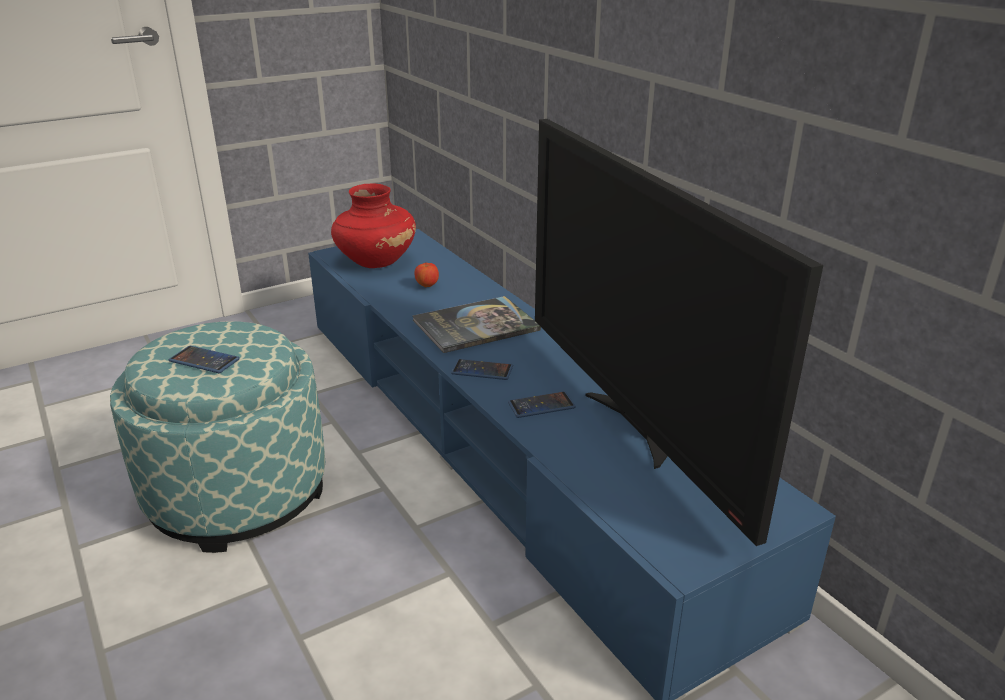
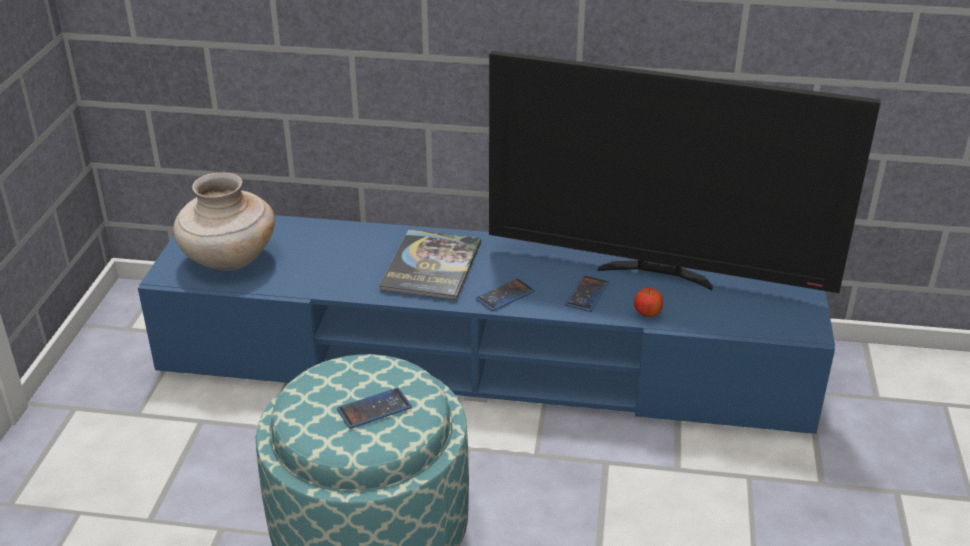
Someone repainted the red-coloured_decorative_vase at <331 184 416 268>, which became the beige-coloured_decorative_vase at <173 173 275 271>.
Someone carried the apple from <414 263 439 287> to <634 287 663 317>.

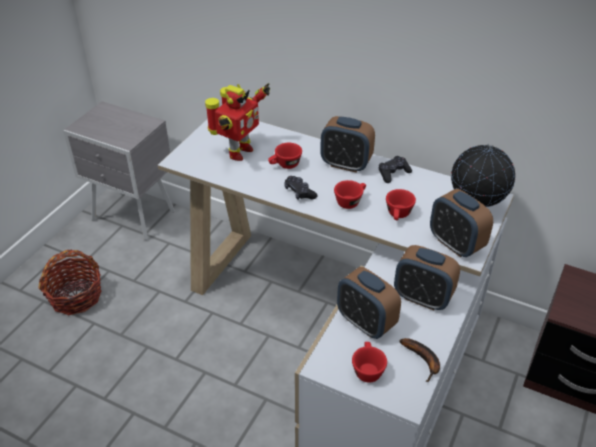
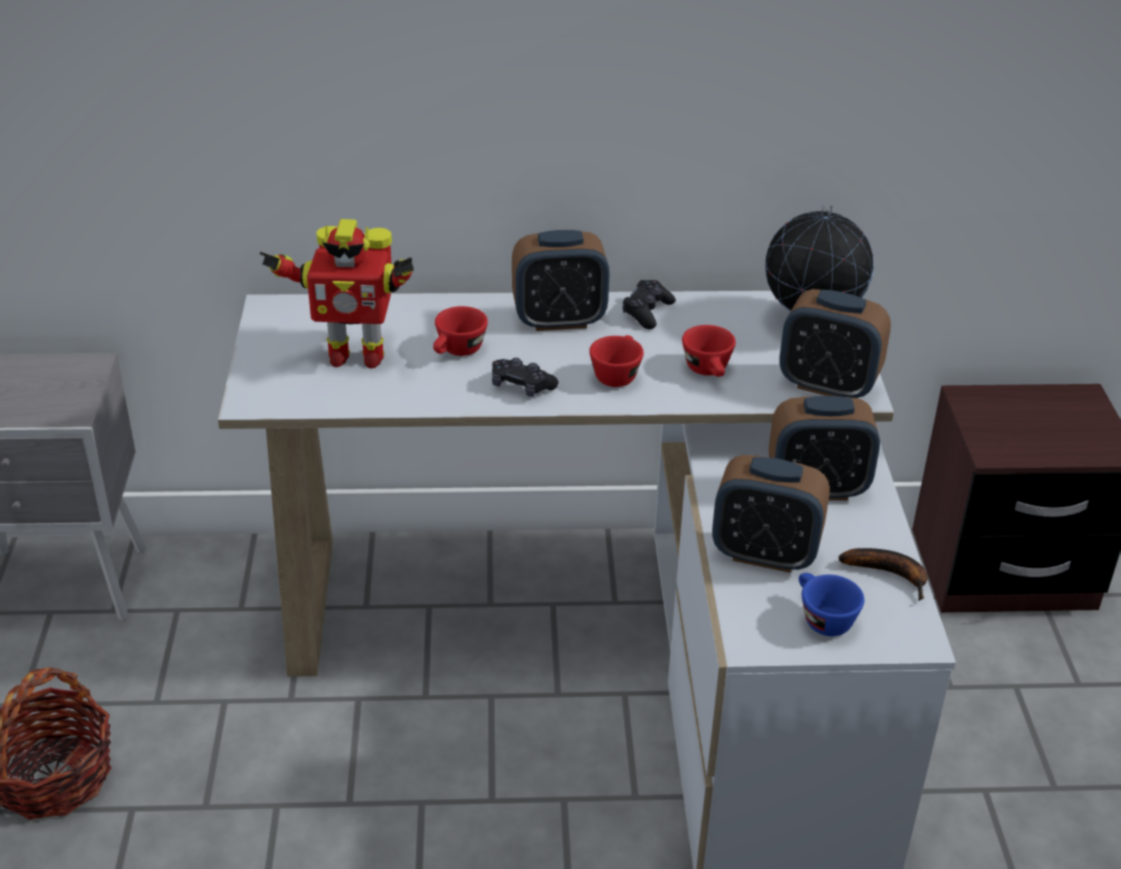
Someone rotated the robot_figure at <205 83 270 161> by 90 degrees clockwise.
Someone repainted the red-coloured_drinking_cup at <352 342 387 383>, which became the bluish_drinking_cup at <799 573 864 636>.

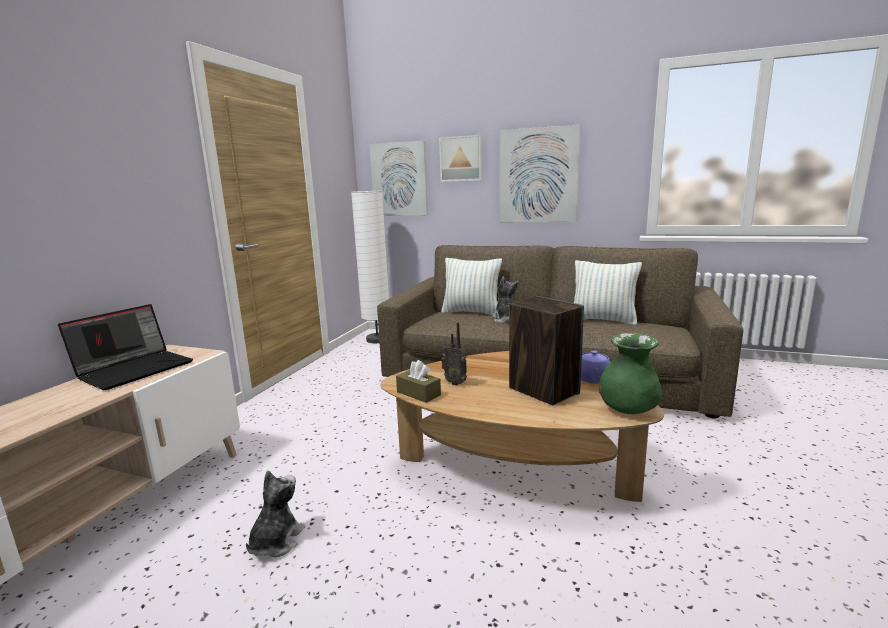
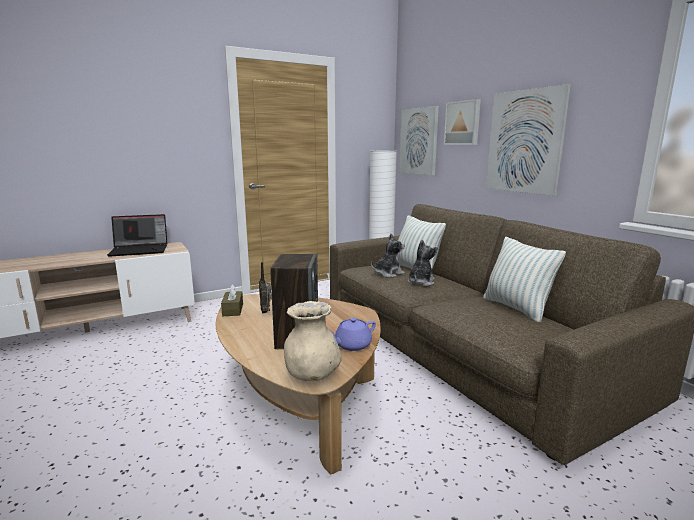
Someone repainted the green_decorative_vase at <599 333 662 414>, which became the beige-coloured_decorative_vase at <284 301 342 381>.
Someone carried the soft_toy from <246 470 305 558> to <371 234 405 278>.

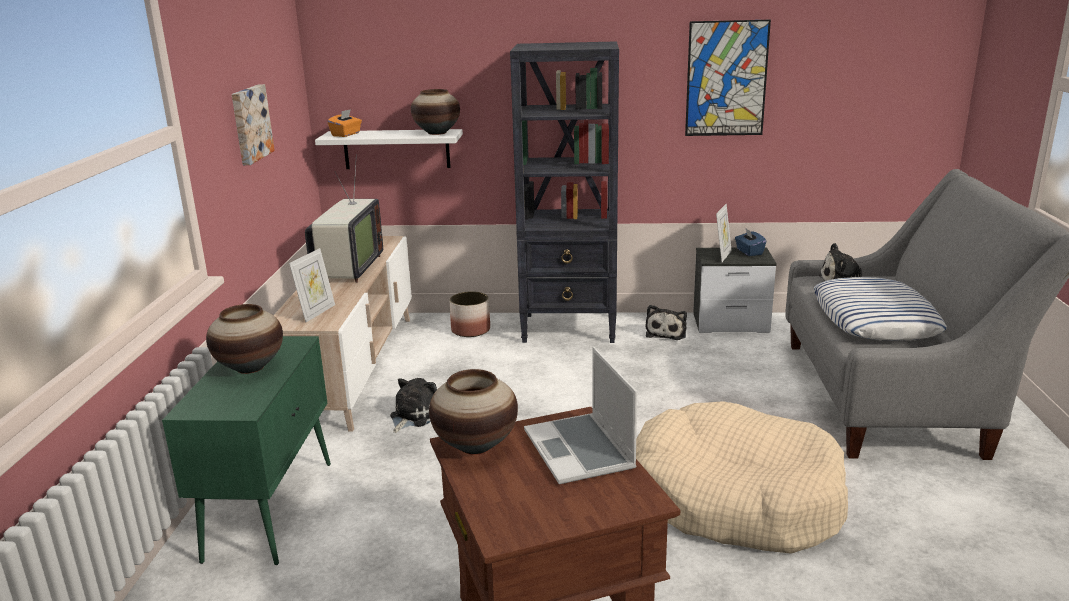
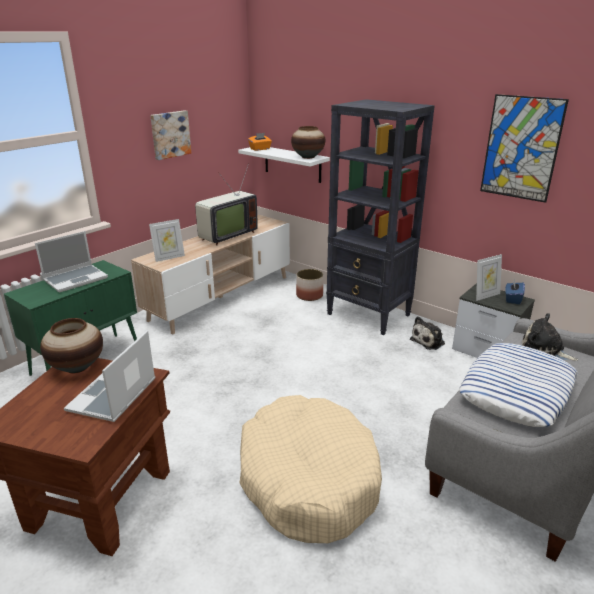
Someone swapped the decorative_vase at <206 304 283 374> for the portable_computer at <35 231 108 292>.
Someone took away the soft_toy at <390 378 437 433>.

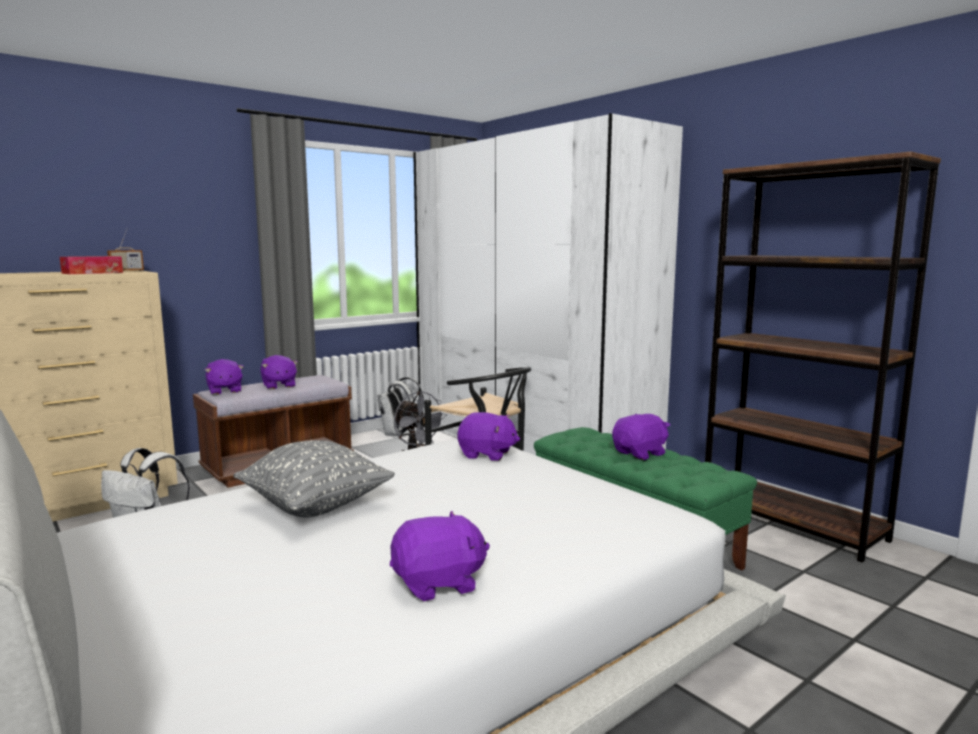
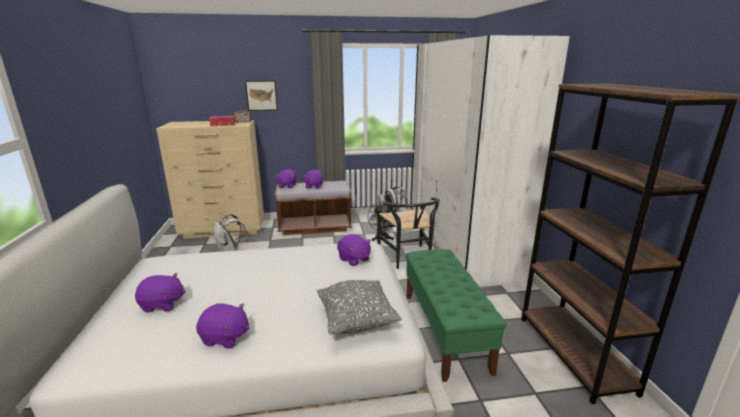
Someone carried the purple_soft_toy from <612 414 670 460> to <135 273 186 313>.
Someone put up the wall_art at <245 80 278 111>.
Someone carried the gray_cushion from <233 440 395 517> to <317 280 401 335>.

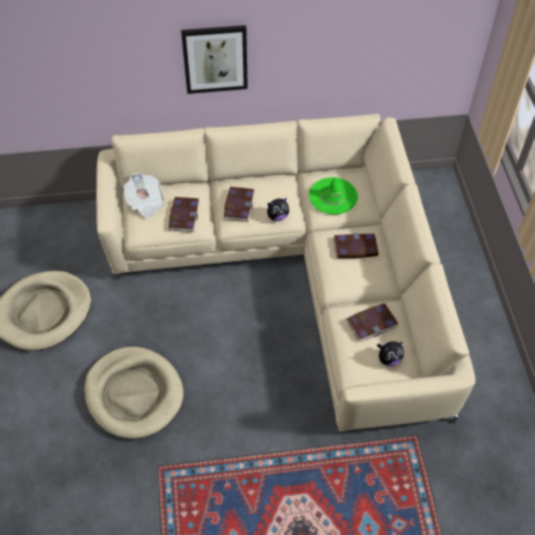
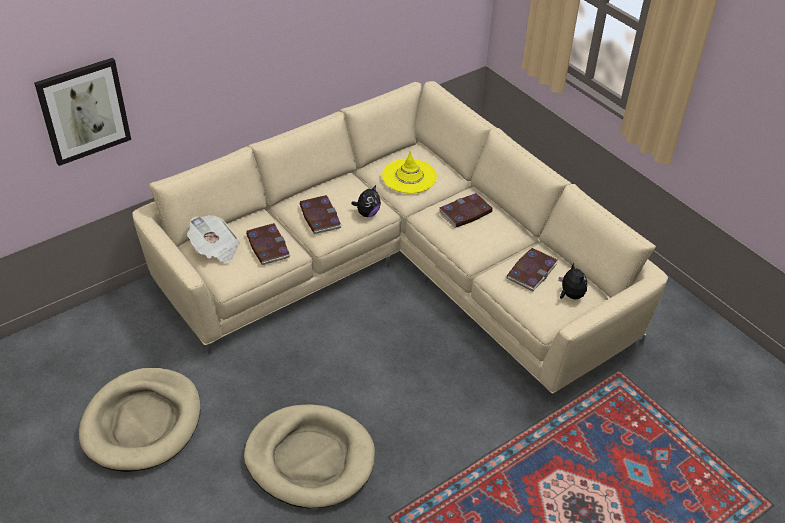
Someone carried the wall_art from <181 25 248 94> to <34 58 131 166>.
Someone repainted the green_hat at <309 177 358 214>, which became the yellow_hat at <382 151 437 193>.
Someone rotated the soft_toy at <377 341 404 366> by 60 degrees counterclockwise.

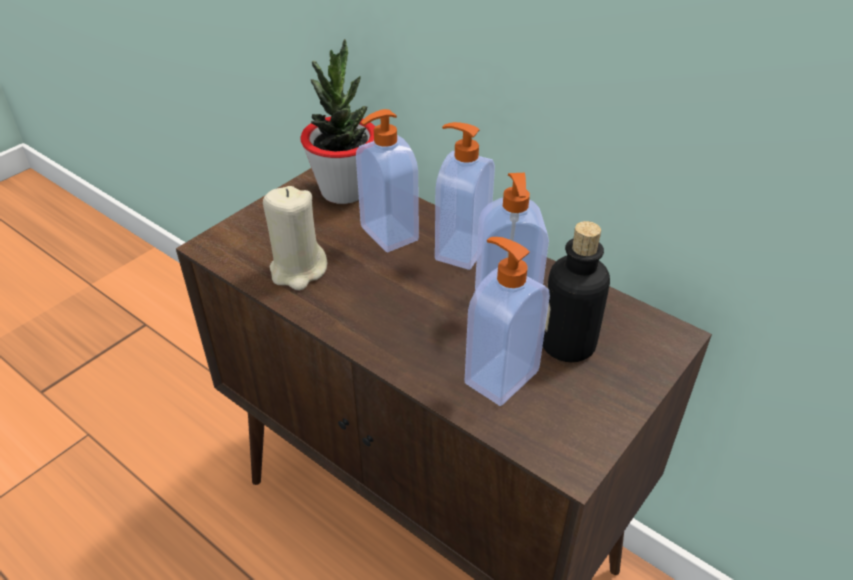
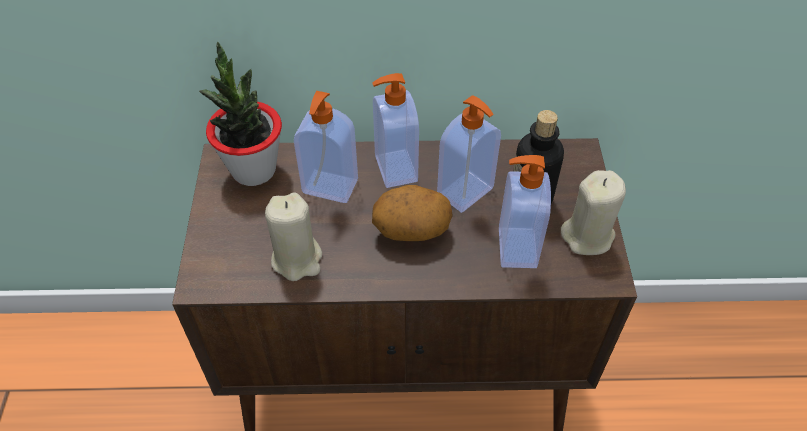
Someone put down the spud at <372 185 453 241>.
Someone put down the beige-coloured_wax_light at <561 170 626 255>.

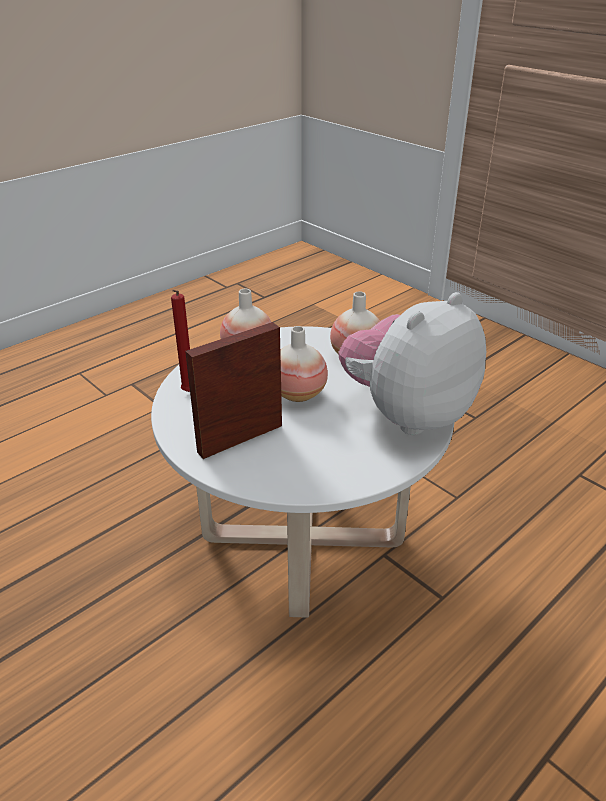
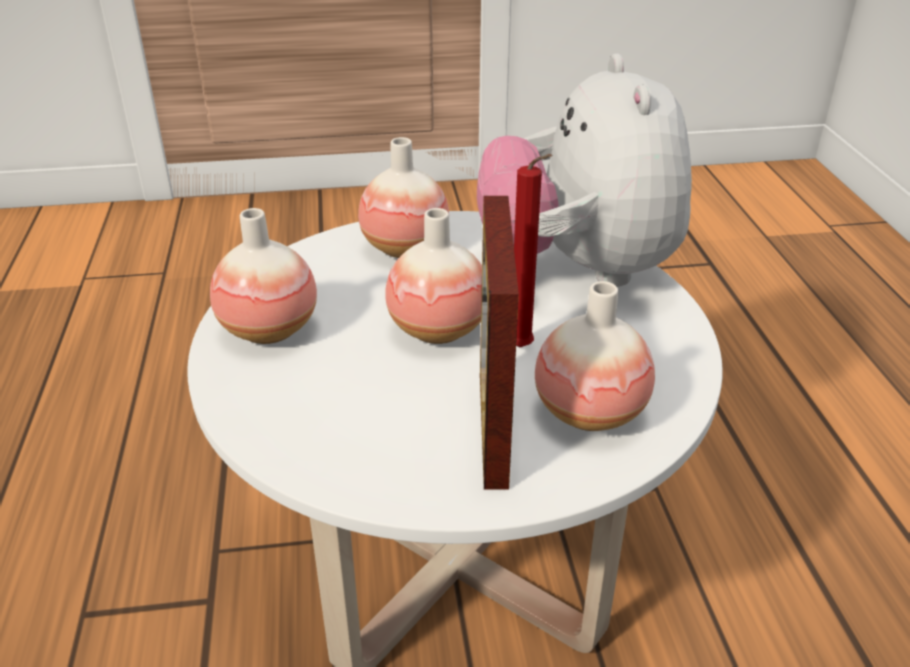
Someone carried the red-coloured_wax_light from <171 290 190 392> to <514 154 552 348>.
Someone put down the decorative_vase at <535 281 655 431>.

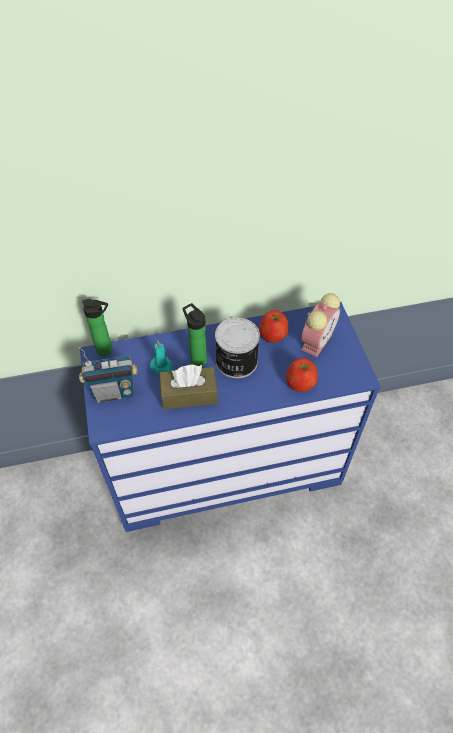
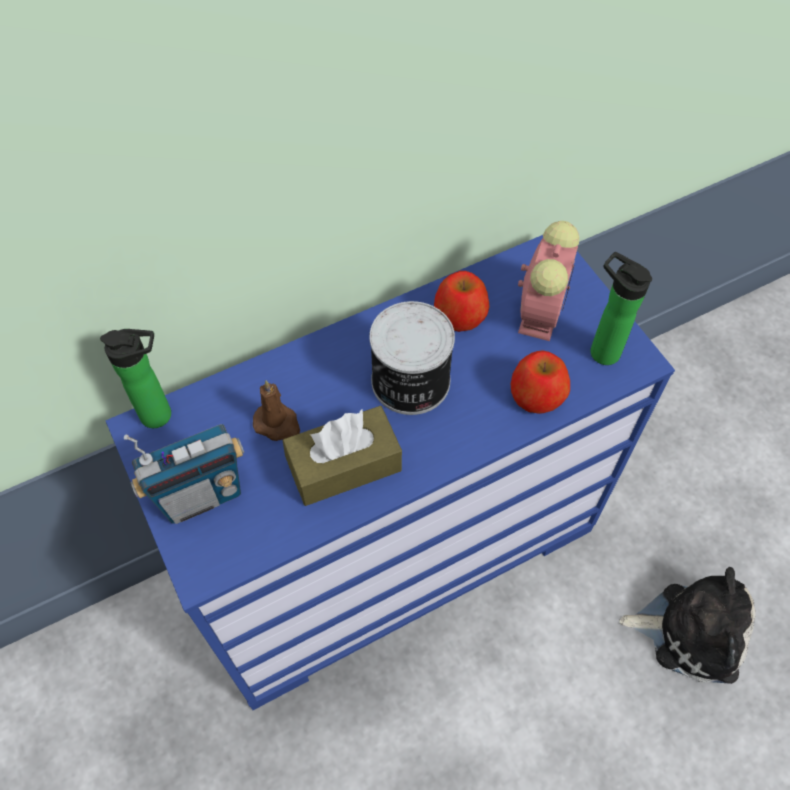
Someone repainted the turquoise_wax_light at <150 341 173 375>, which became the brown-coloured_wax_light at <253 380 300 441>.
Someone carried the drink_bottle from <182 303 207 366> to <591 252 652 365>.
Someone put down the soft_toy at <619 567 756 684>.

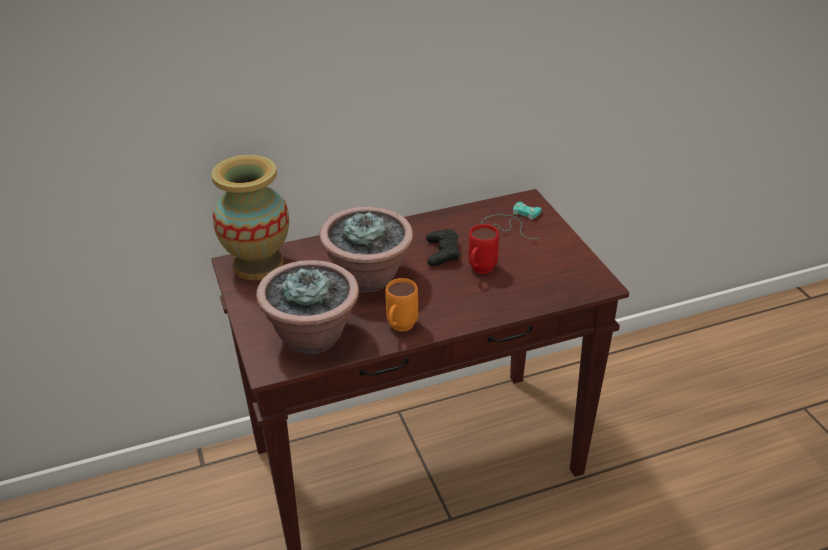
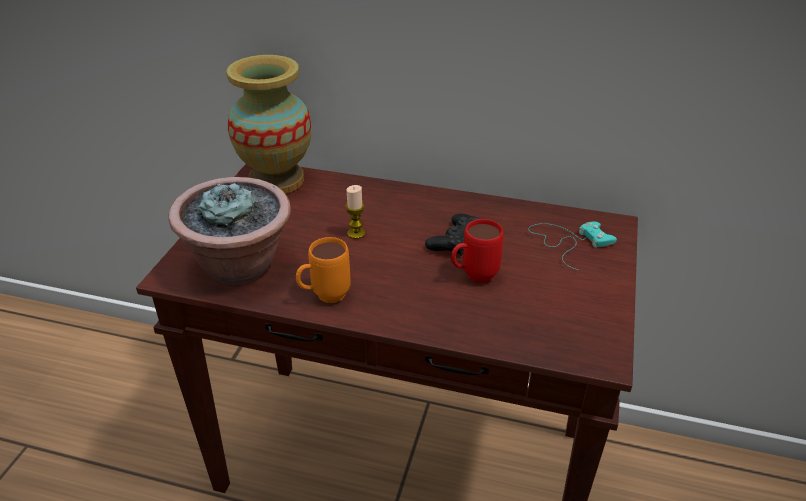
Someone swapped the potted_plant at <319 207 413 292> for the wax_light at <345 185 365 239>.

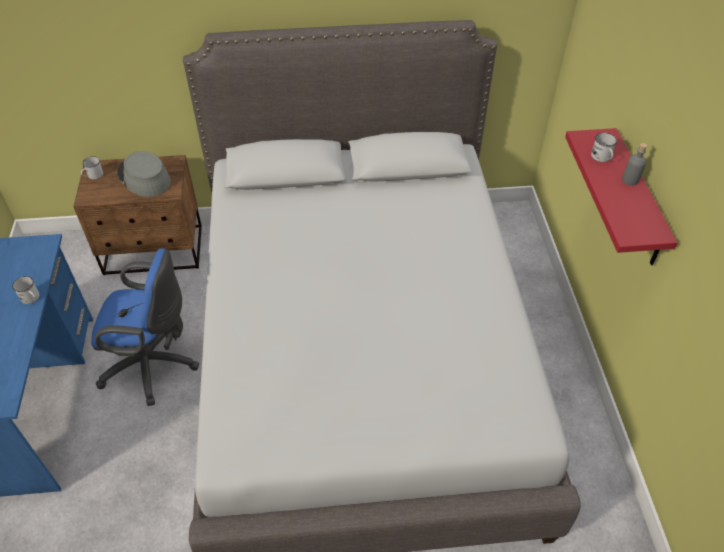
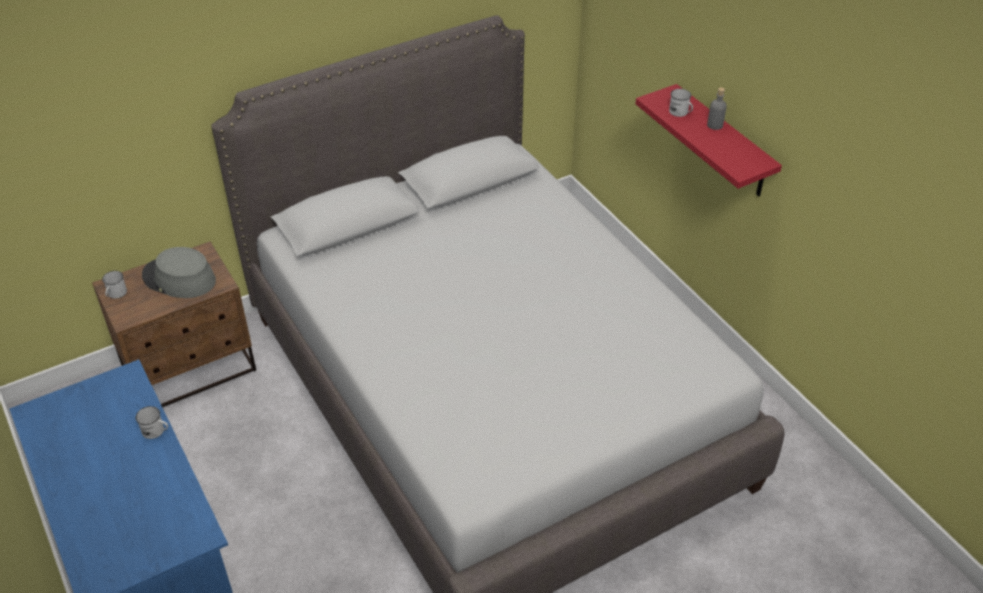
Someone took away the bluish_desk_chair at <91 248 199 406>.

